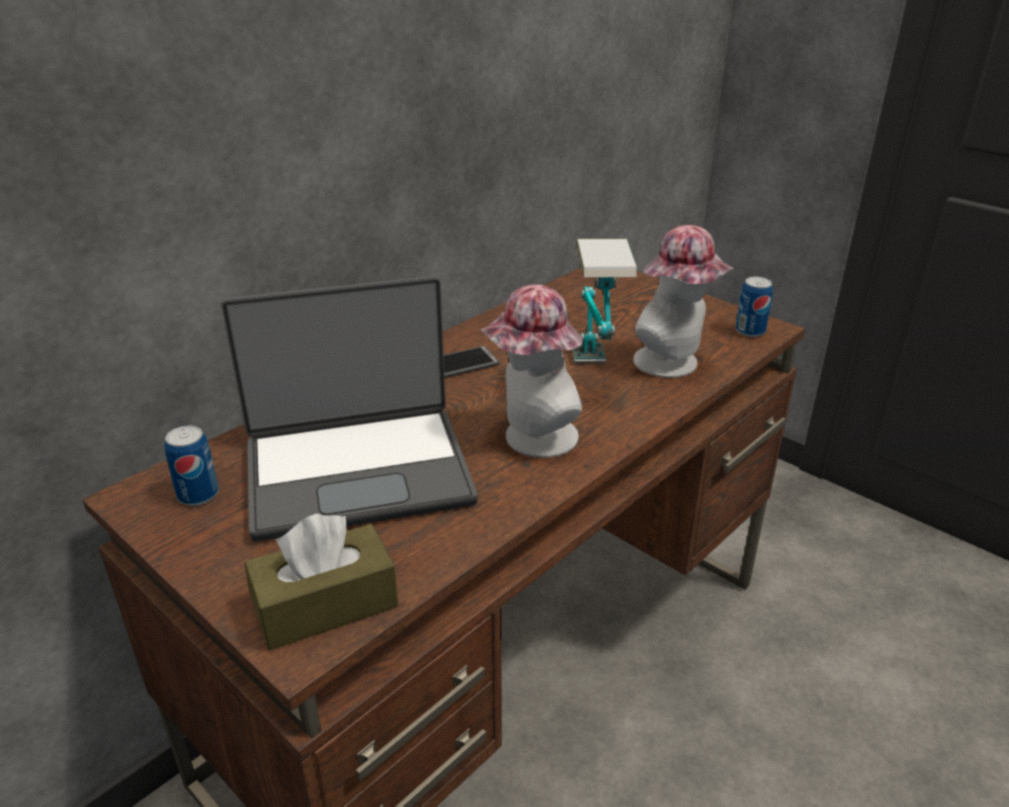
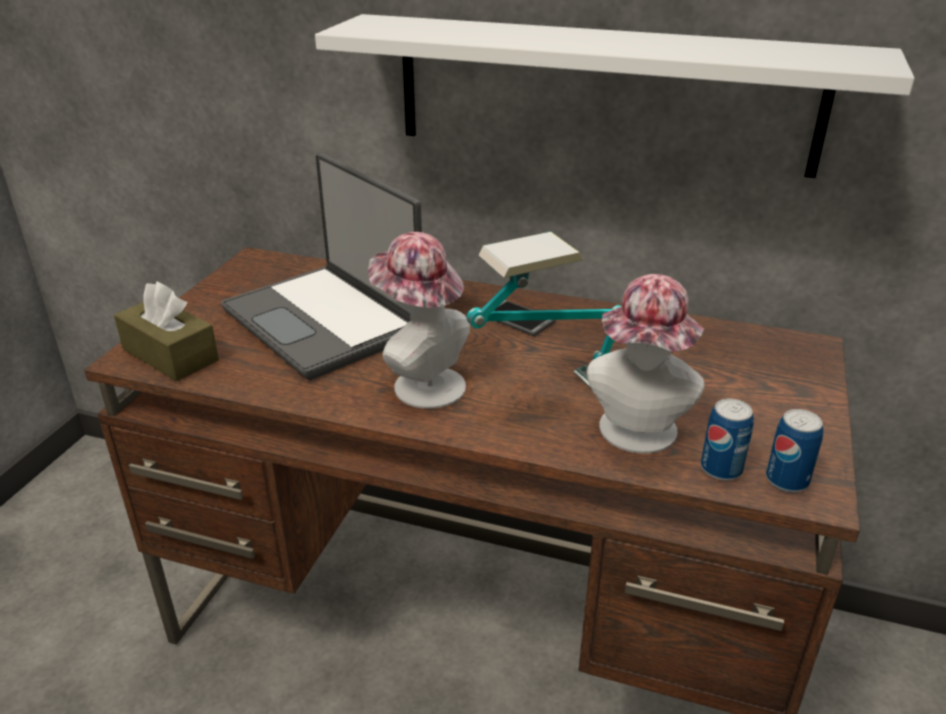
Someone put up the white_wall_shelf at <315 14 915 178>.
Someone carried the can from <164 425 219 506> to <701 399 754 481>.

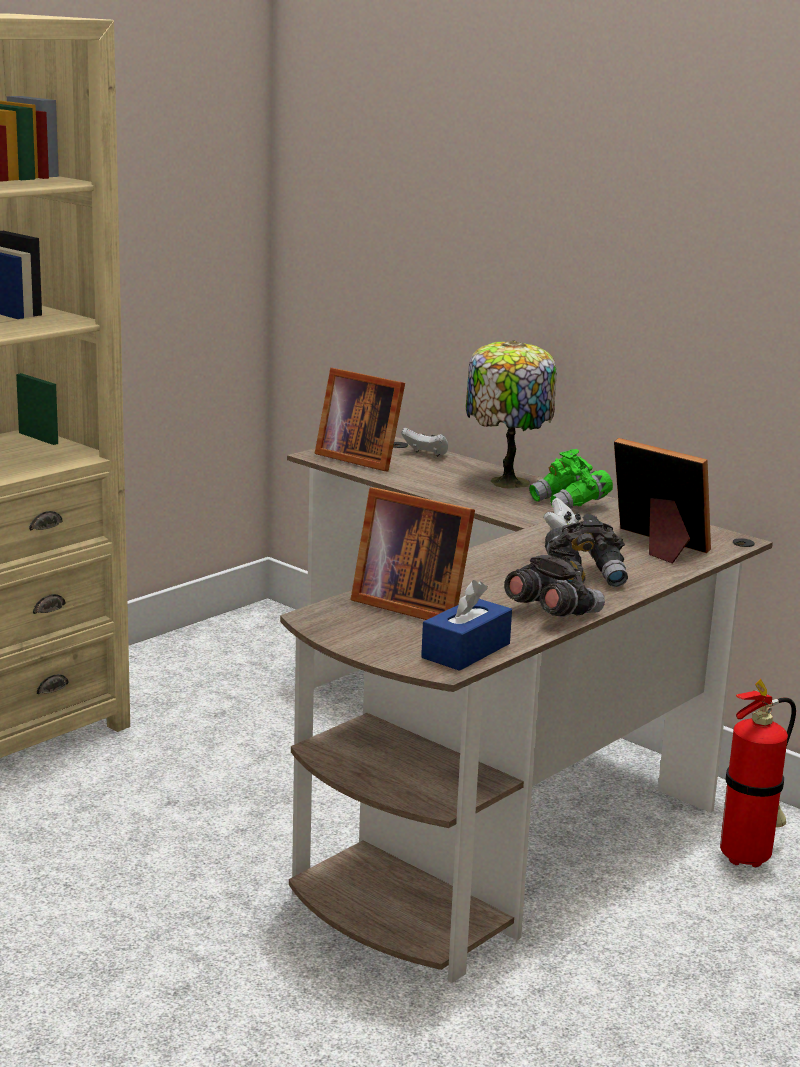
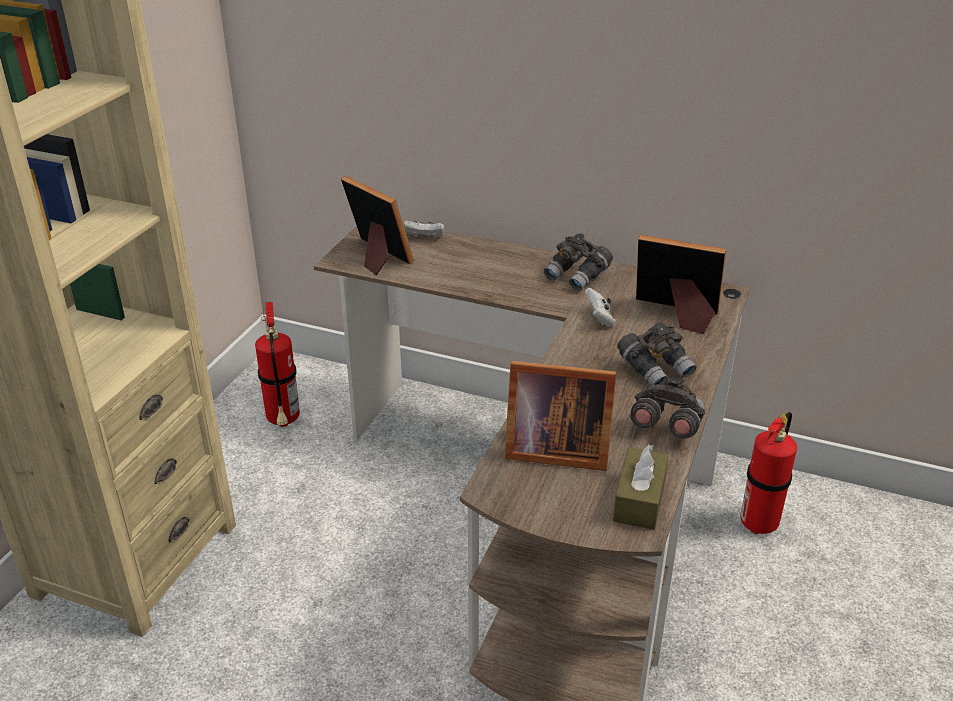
Someone put down the fire-fighting_cylinder at <255 302 300 427>.
Someone rotated the picture_frame at <315 368 405 471> by 150 degrees counterclockwise.
Someone repainted the green_field_glasses at <529 449 613 509>, which became the gray_field_glasses at <544 233 613 291>.
Someone repainted the bluish_box_of_tissues at <421 580 512 671>, which became the brown-coloured_box_of_tissues at <613 444 669 530>.
Someone took away the table_lamp at <466 340 557 488>.

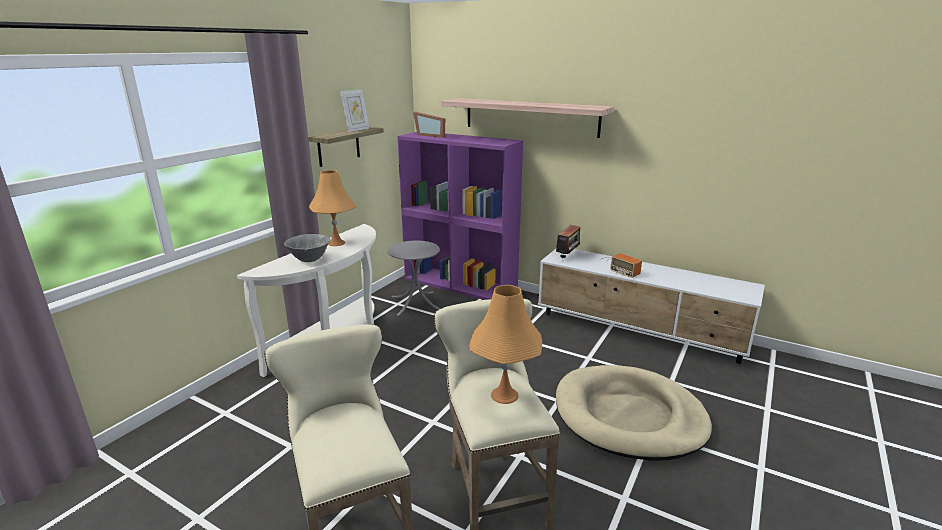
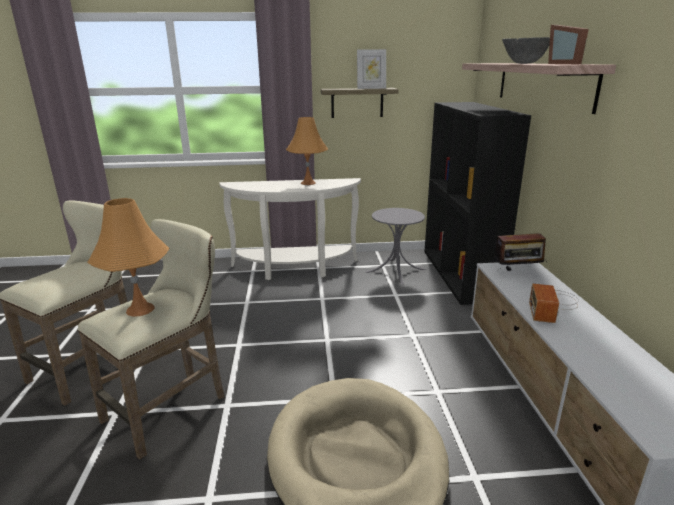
Someone repainted the purple_bookshelf at <398 132 523 300>, which became the black-coloured_bookshelf at <425 102 531 305>.
Someone carried the gray_deep_dish from <284 234 330 262> to <502 37 550 64>.
Someone carried the picture_frame from <413 112 445 138> to <548 25 589 64>.

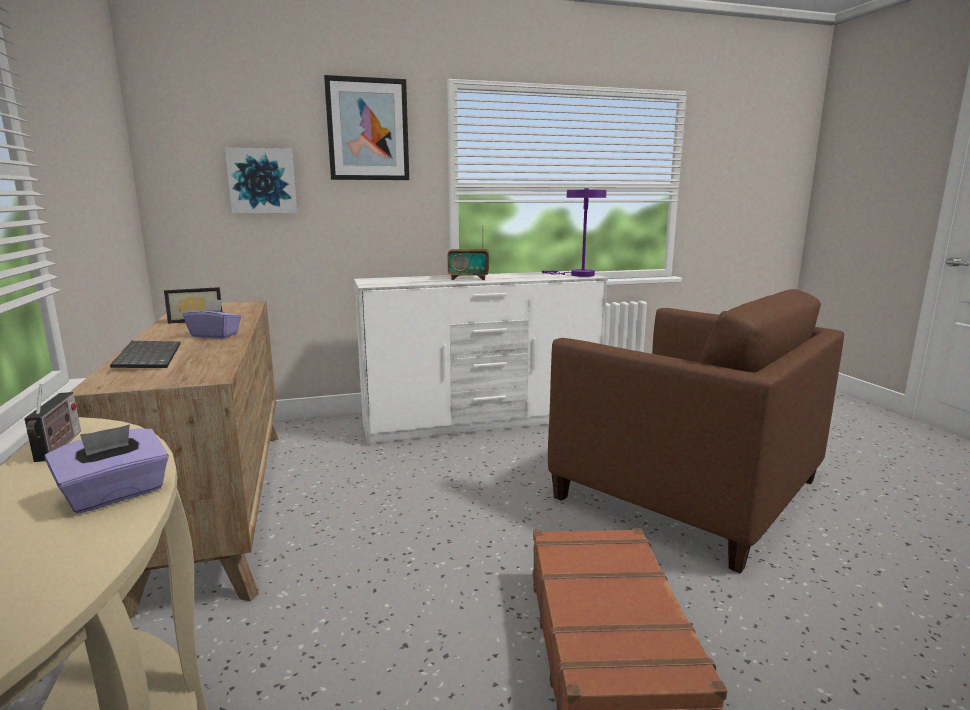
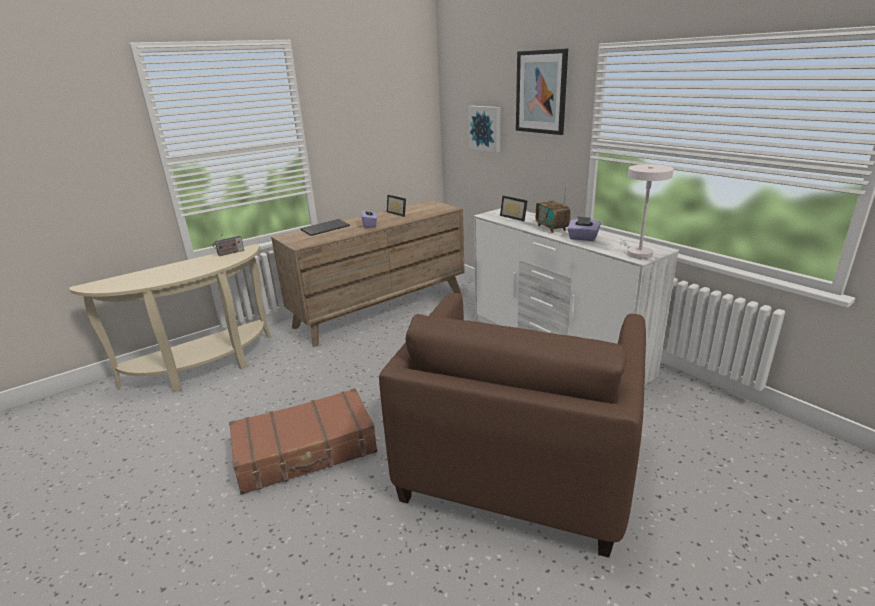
Someone put down the picture_frame at <500 196 528 221>.
Someone carried the purple_box_of_tissues from <45 424 169 514> to <567 216 601 241>.
Someone repainted the purple_table_lamp at <541 188 607 277>, which became the white_table_lamp at <621 164 674 259>.

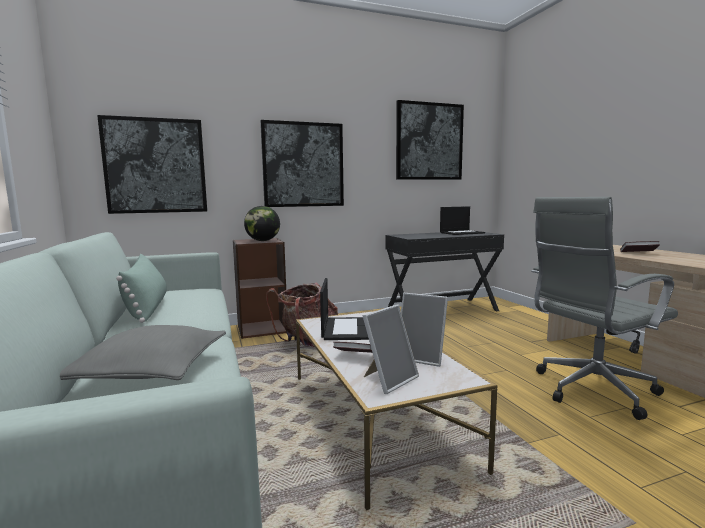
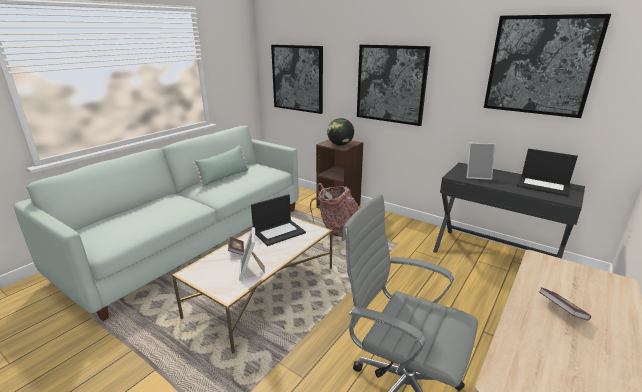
Someone carried the picture_frame from <363 304 419 394> to <467 143 495 180>.
Someone took away the gray_cushion at <60 325 226 380>.

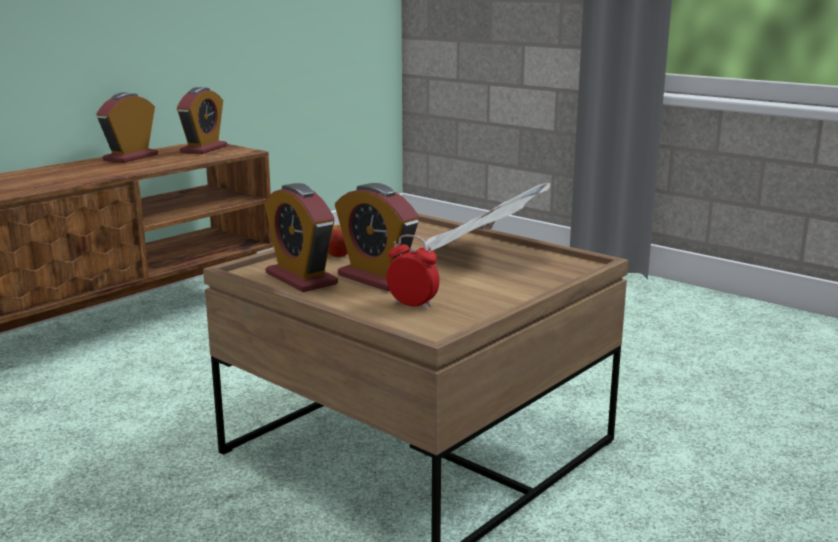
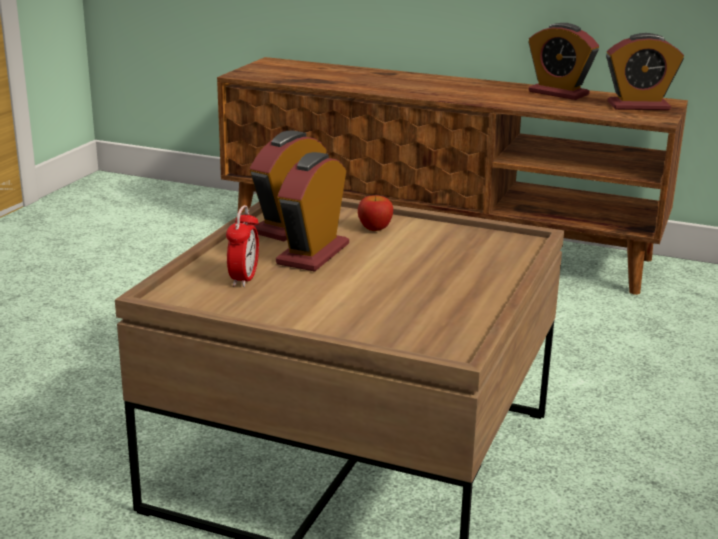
Someone rotated the alarm_clock at <96 93 158 163> by 150 degrees counterclockwise.
Someone took away the daily_paper at <425 183 550 250>.

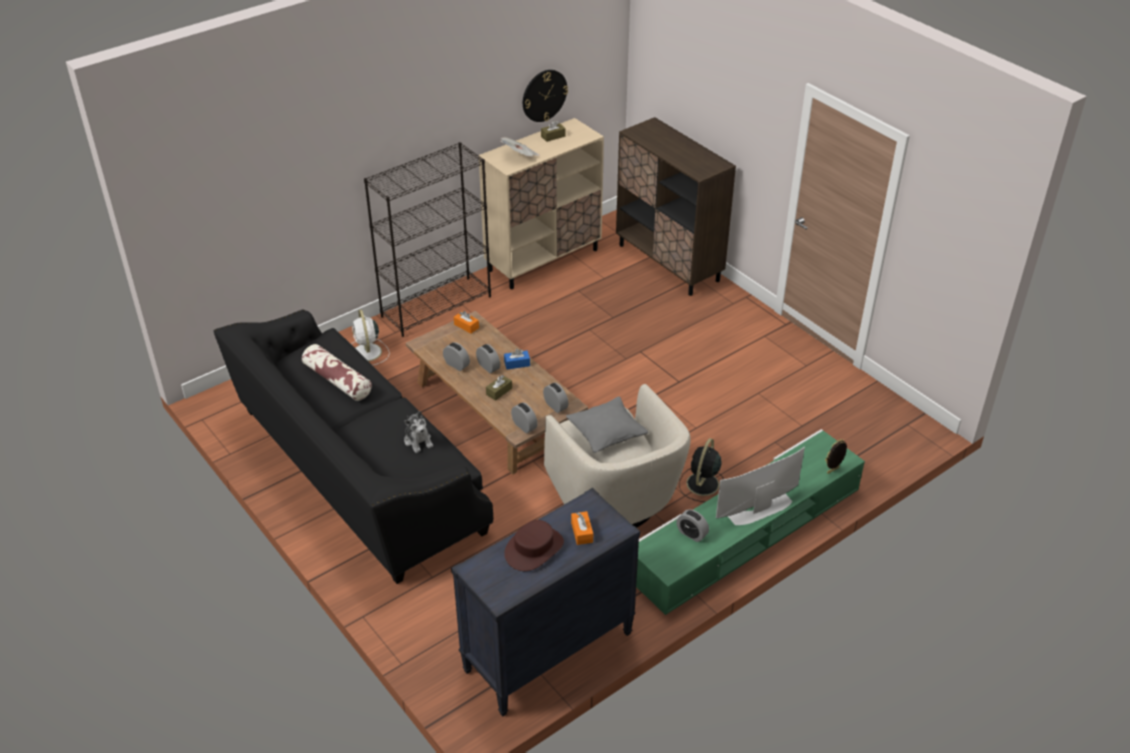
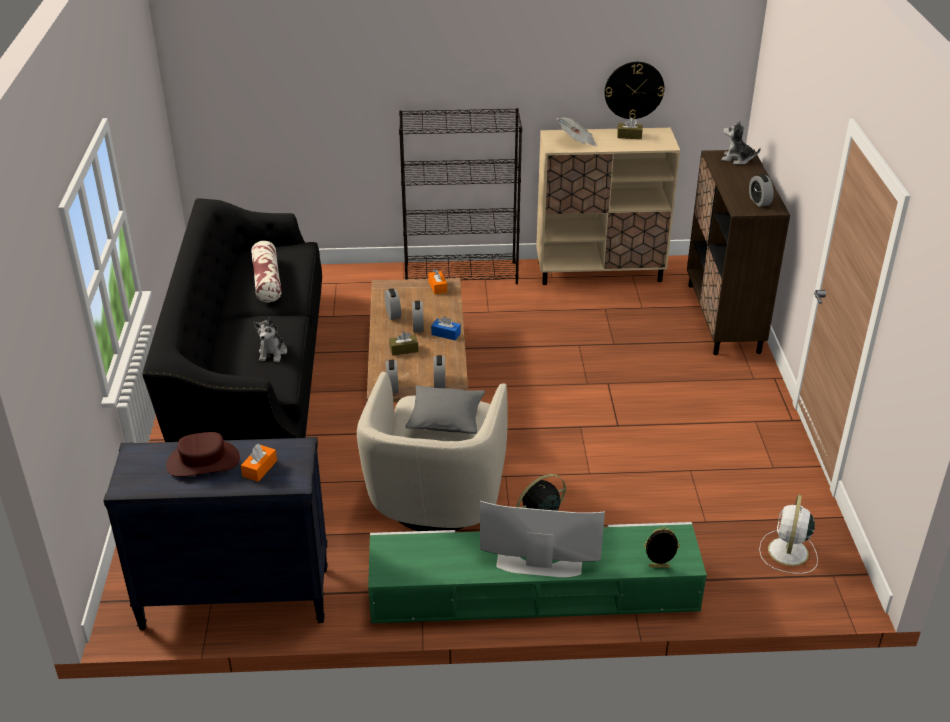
Someone put down the soft_toy at <721 121 761 165>.
Someone carried the alarm_clock from <676 509 709 542> to <749 174 774 207>.
Someone carried the white_electric_fan from <351 309 390 365> to <759 495 818 574>.

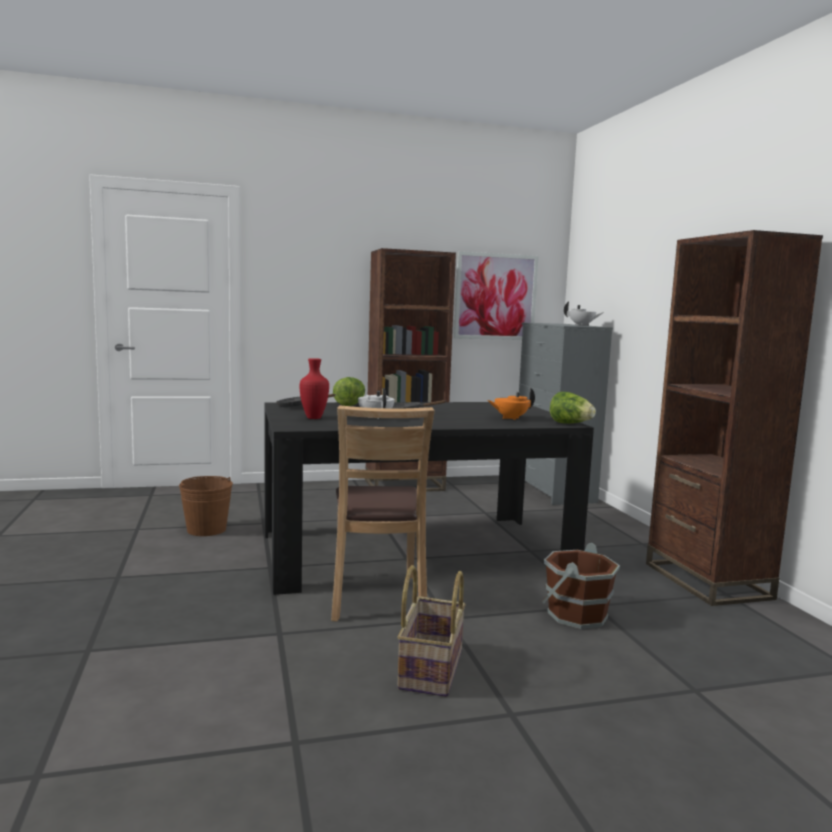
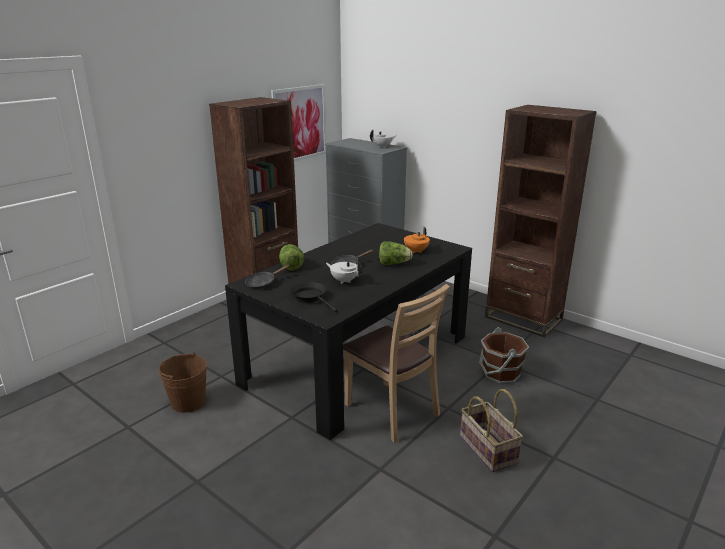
Someone swapped the red-coloured_decorative_vase at <299 358 329 419> for the black-coloured_skillet at <290 282 337 312>.
Someone carried the lettuce_head from <550 392 596 424> to <379 242 413 265>.

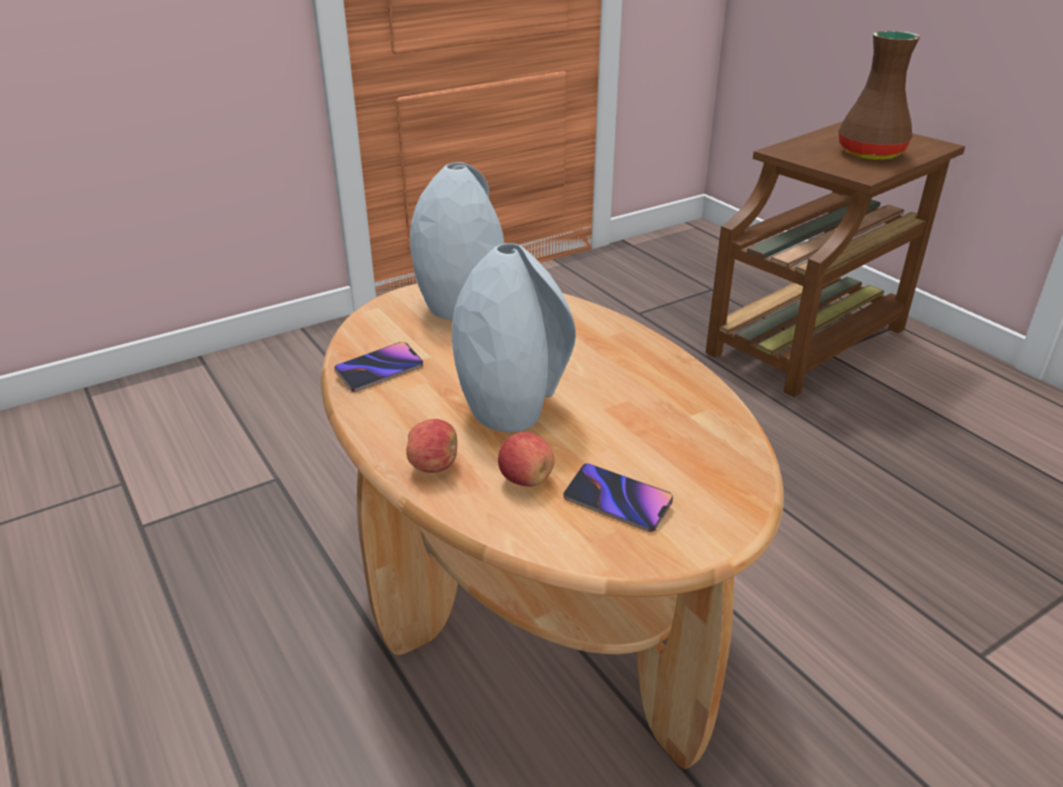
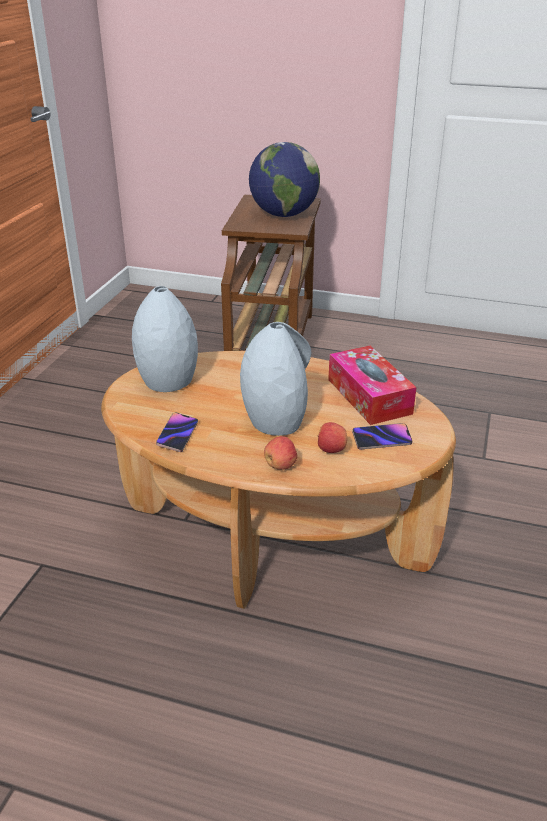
Someone swapped the brown-coloured_decorative_vase at <839 31 920 160> for the globe at <249 142 320 217>.
Someone put down the box_of_tissues at <328 345 417 425>.

